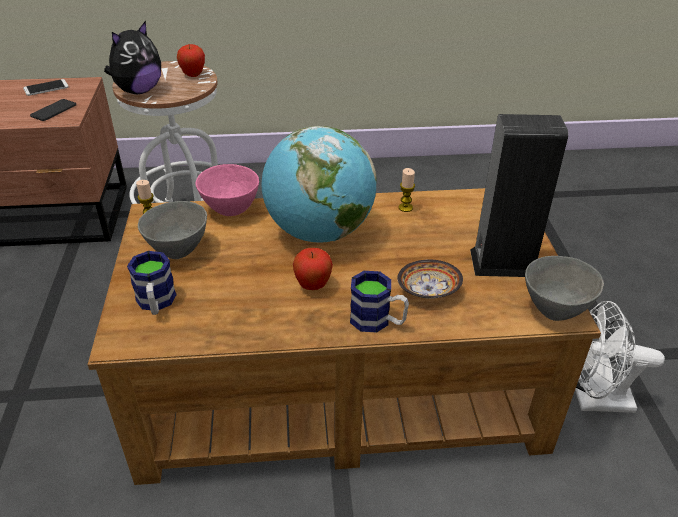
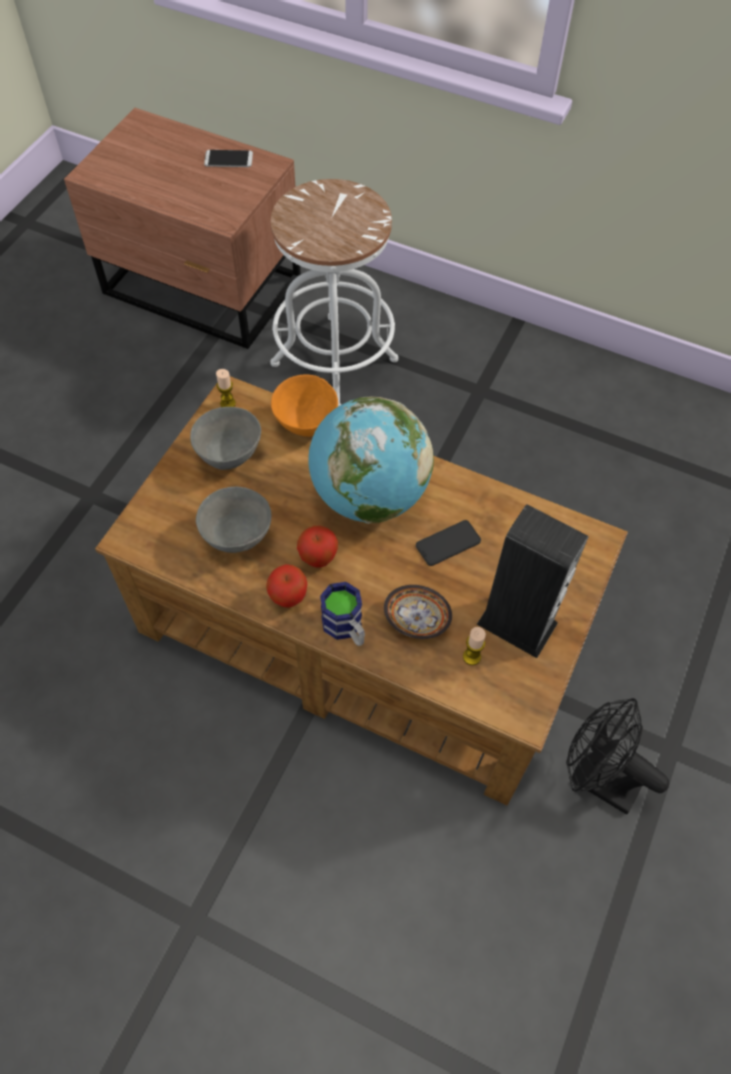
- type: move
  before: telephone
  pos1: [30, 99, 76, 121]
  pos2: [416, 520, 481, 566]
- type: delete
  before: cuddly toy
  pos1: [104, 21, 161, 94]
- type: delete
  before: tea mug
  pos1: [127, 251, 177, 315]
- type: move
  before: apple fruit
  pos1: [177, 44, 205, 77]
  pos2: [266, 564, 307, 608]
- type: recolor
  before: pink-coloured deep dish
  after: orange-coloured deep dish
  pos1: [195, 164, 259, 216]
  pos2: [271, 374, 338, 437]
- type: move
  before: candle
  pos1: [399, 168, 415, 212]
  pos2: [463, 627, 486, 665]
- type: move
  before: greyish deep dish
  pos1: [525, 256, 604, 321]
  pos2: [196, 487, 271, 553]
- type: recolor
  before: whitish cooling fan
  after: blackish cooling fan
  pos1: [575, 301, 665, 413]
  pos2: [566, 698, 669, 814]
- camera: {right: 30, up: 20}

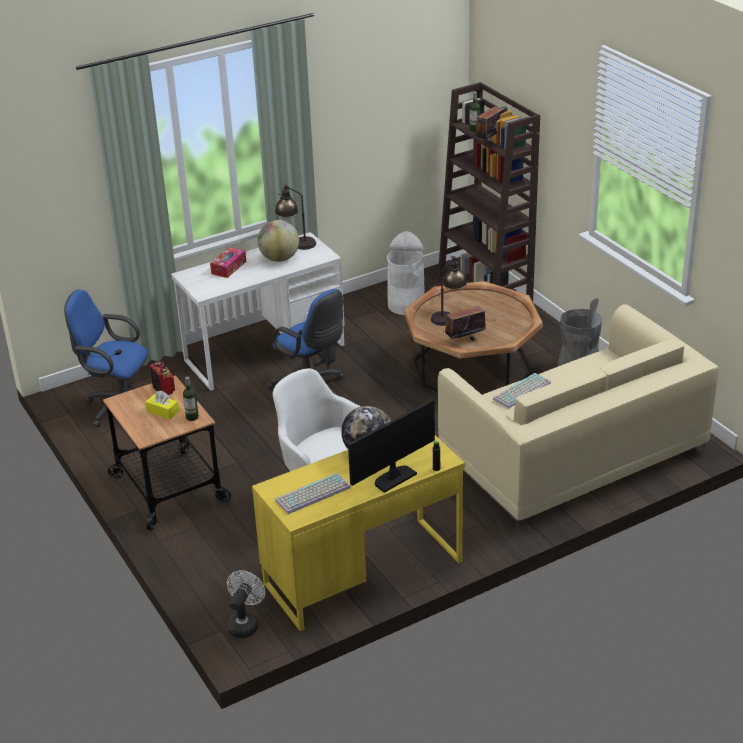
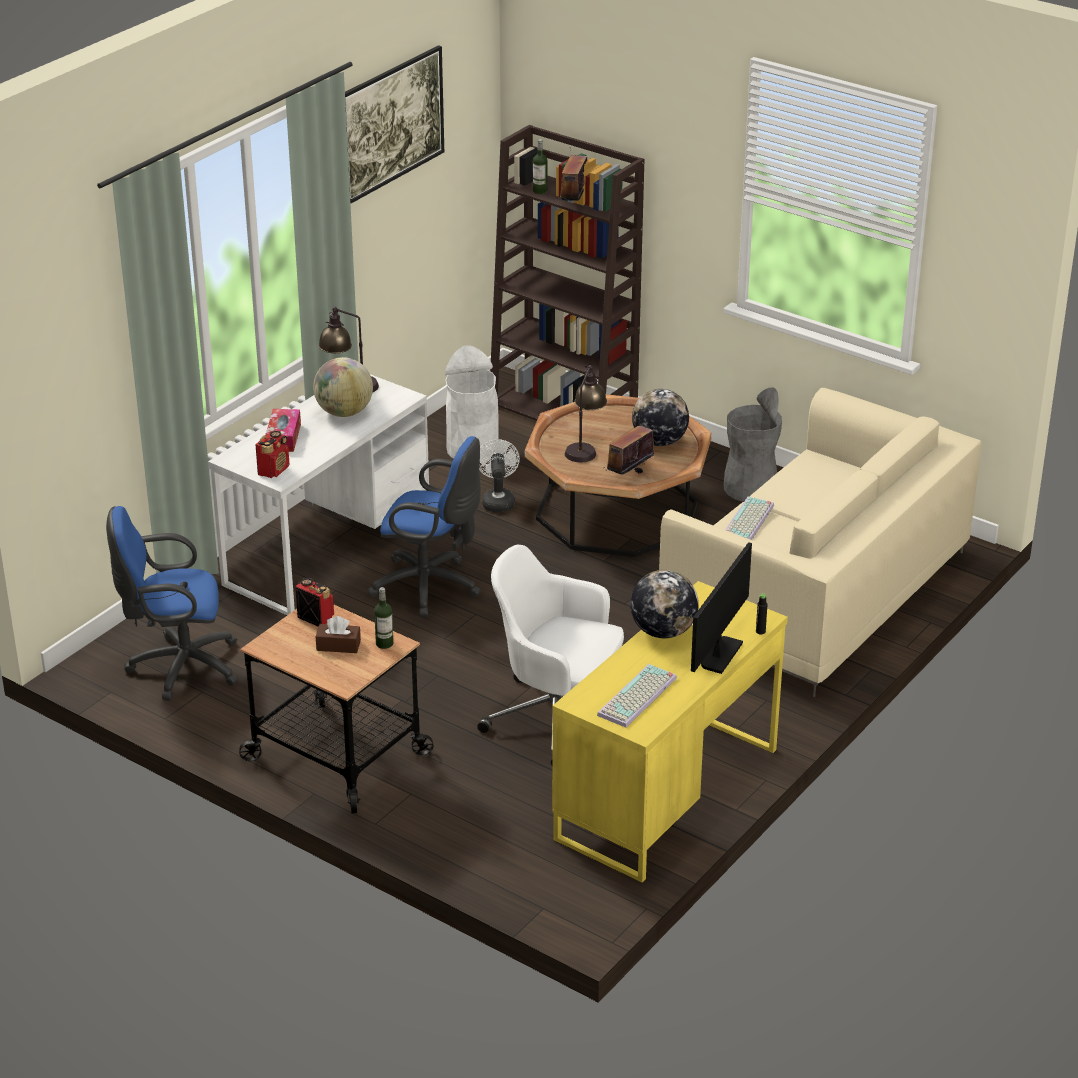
- type: recolor
  before: yellow tissue holder
  after: brownish tissue holder
  pos1: [146, 391, 179, 419]
  pos2: [316, 616, 361, 653]
- type: move
  before: whitish cooling fan
  pos1: [227, 571, 265, 638]
  pos2: [479, 439, 520, 512]
- type: insert
  after: radio
  pos2: [255, 431, 289, 478]
- type: insert
  after: picture
  pos2: [345, 45, 444, 204]
- type: insert
  after: globe
  pos2: [632, 389, 689, 446]
- camera: {right: -25, up: 0}

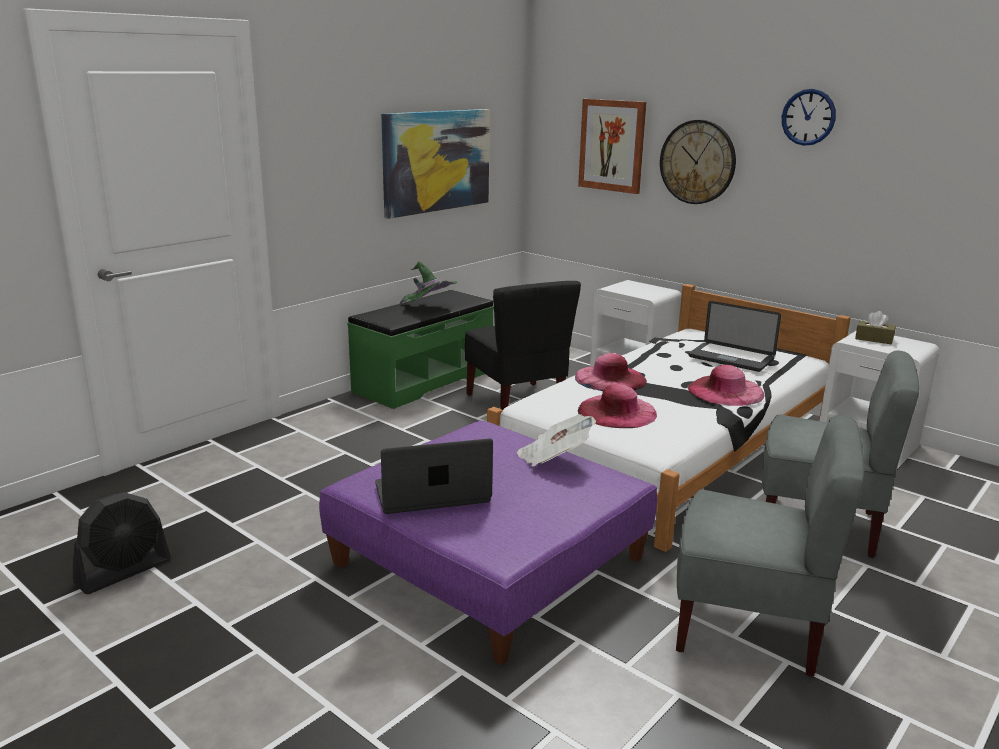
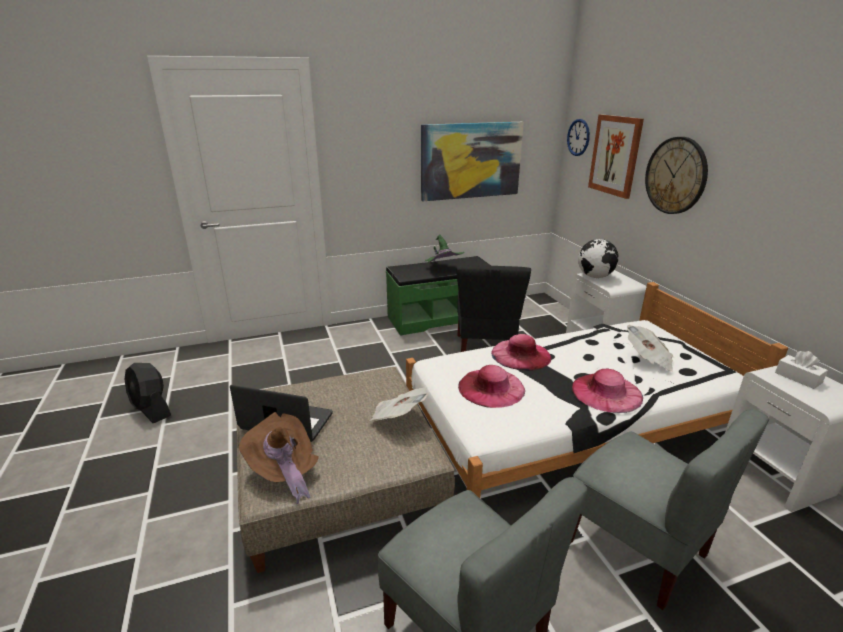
- type: rotate
  before: blackish cooling fan
  pos1: [73, 492, 171, 594]
  pos2: [125, 363, 171, 424]
  turn: 60
- type: recolor
  before: purplish footrest
  after: beige footrest
  pos1: [319, 421, 658, 665]
  pos2: [237, 367, 455, 573]
- type: replace
  before: laptop
  after: newspaper
  pos1: [688, 301, 781, 372]
  pos2: [627, 325, 673, 371]
- type: move
  before: wall clock
  pos1: [782, 89, 836, 146]
  pos2: [567, 119, 590, 156]
- type: recolor
  before: brownish tissue holder
  after: whitish tissue holder
  pos1: [855, 311, 896, 344]
  pos2: [775, 351, 828, 389]
- type: insert
  after: brownish hat
  pos2: [239, 412, 319, 504]
- type: insert
  after: globe
  pos2: [578, 239, 619, 278]
- camera: {right: 30, up: 5}

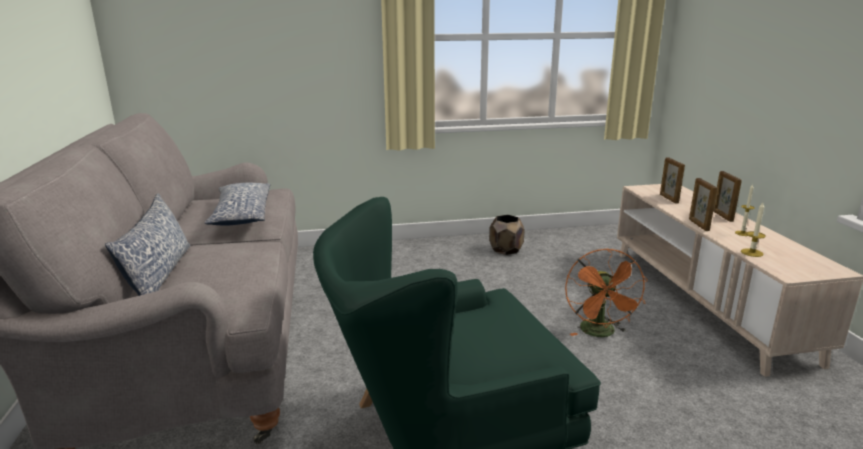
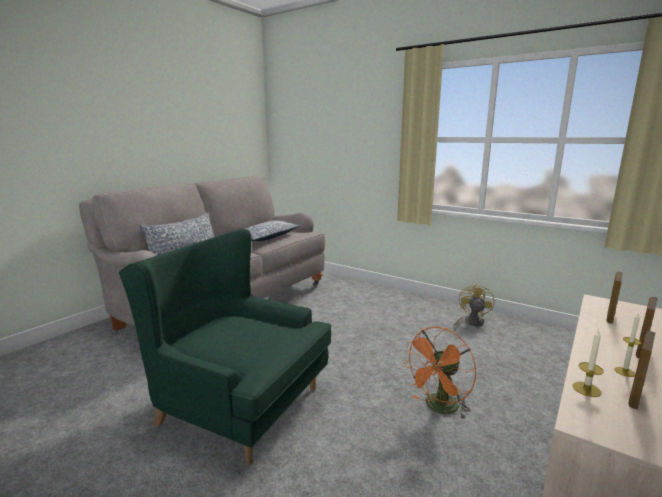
- type: replace
  before: brownish plant pot
  after: yellow cooling fan
  pos1: [489, 215, 525, 255]
  pos2: [453, 283, 494, 332]
- type: move
  before: photo frame
  pos1: [689, 178, 717, 231]
  pos2: [628, 331, 655, 410]
- camera: {right: 45, up: -5}

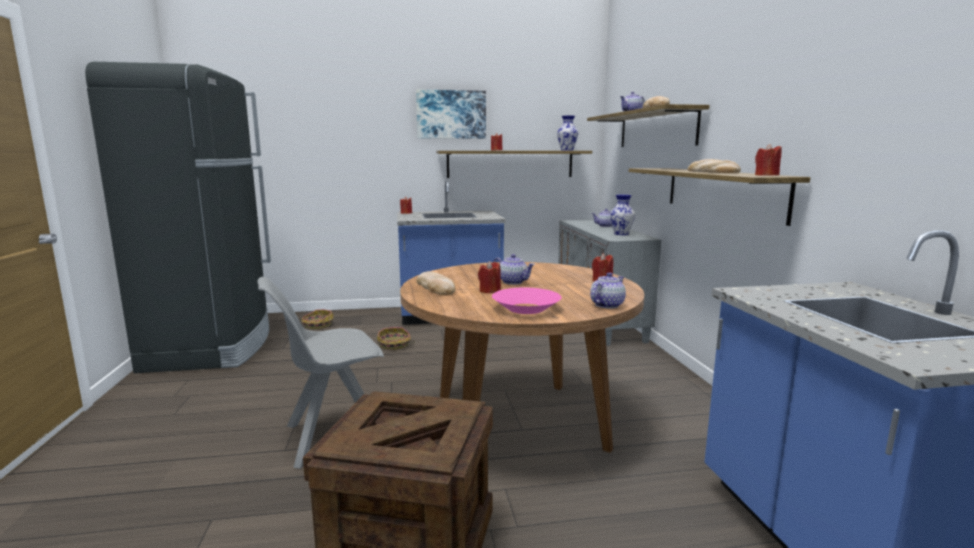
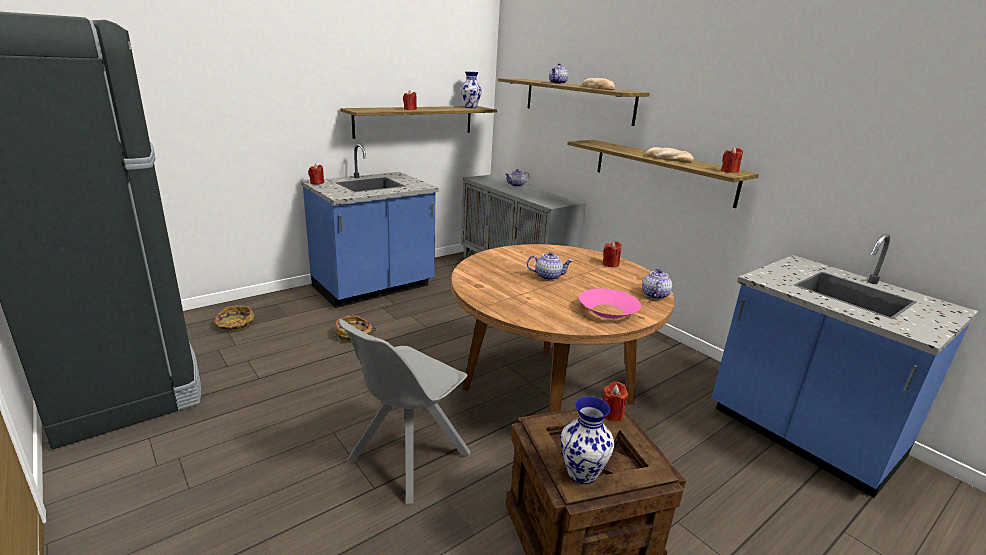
- type: delete
  before: picture
  pos1: [416, 90, 486, 139]
- type: delete
  before: bakery bread
  pos1: [416, 271, 455, 295]
- type: move
  before: red-coloured candle
  pos1: [478, 261, 501, 294]
  pos2: [603, 382, 628, 421]
- type: move
  before: flower vase
  pos1: [610, 195, 635, 235]
  pos2: [561, 396, 614, 484]
- camera: {right: -30, up: 10}

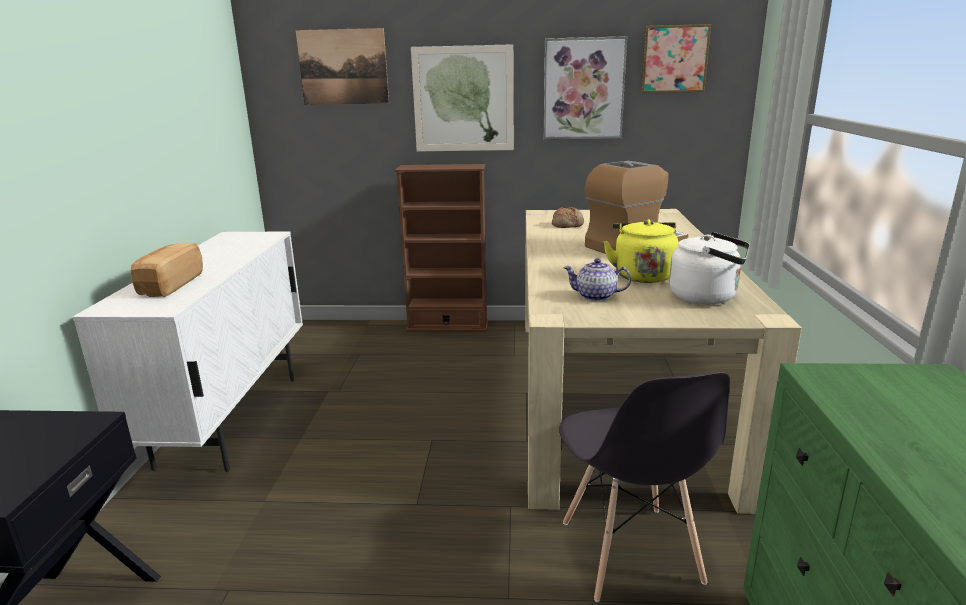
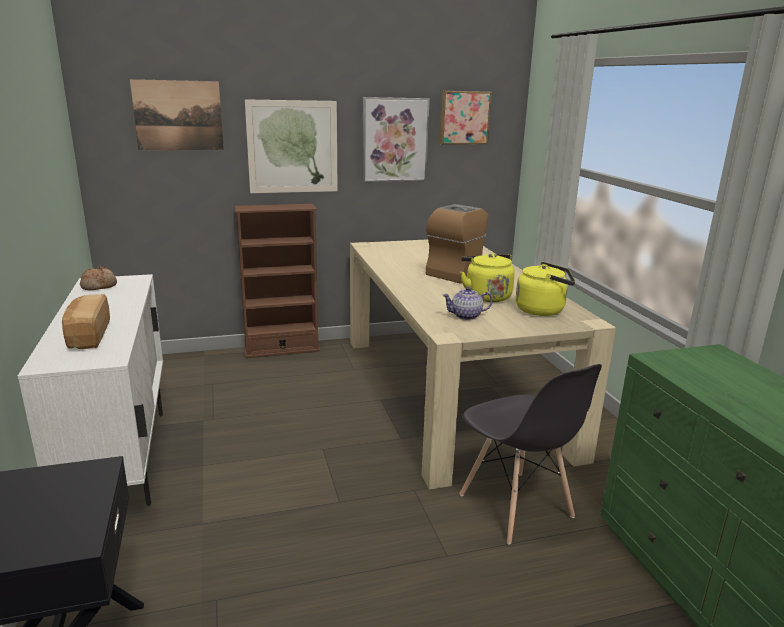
- type: move
  before: bakery bread
  pos1: [552, 207, 584, 228]
  pos2: [80, 267, 117, 290]
- type: recolor
  before: whitish kettle
  after: yellow kettle
  pos1: [669, 232, 750, 304]
  pos2: [516, 262, 575, 316]
- camera: {right: -20, up: 0}

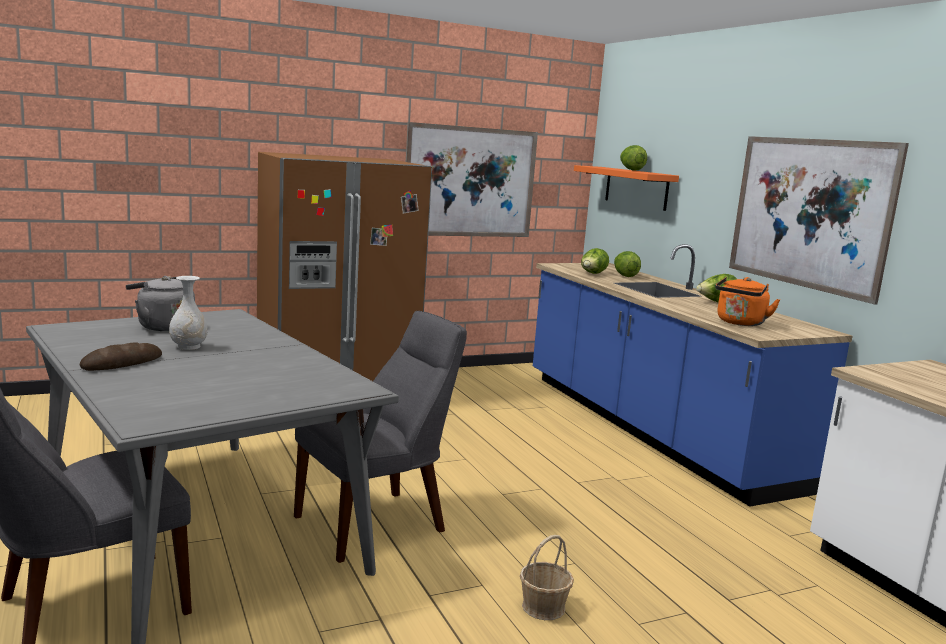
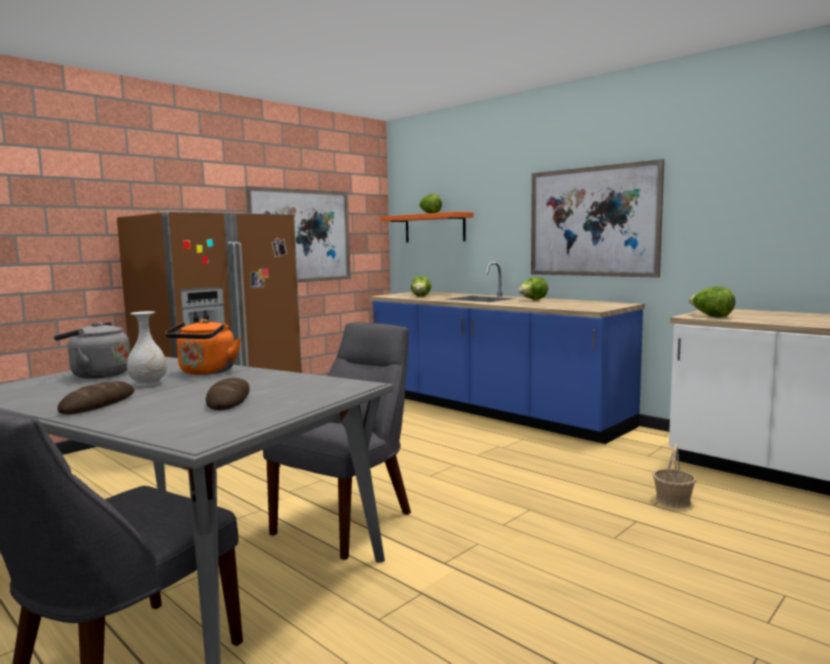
- type: move
  before: household basket
  pos1: [520, 535, 574, 620]
  pos2: [653, 444, 696, 508]
- type: move
  before: head of lettuce
  pos1: [614, 251, 641, 277]
  pos2: [689, 286, 735, 317]
- type: move
  before: orange-coloured kettle
  pos1: [715, 277, 780, 326]
  pos2: [165, 319, 241, 375]
- type: insert
  after: bakery bread
  pos2: [206, 378, 250, 410]
- camera: {right: -20, up: -5}

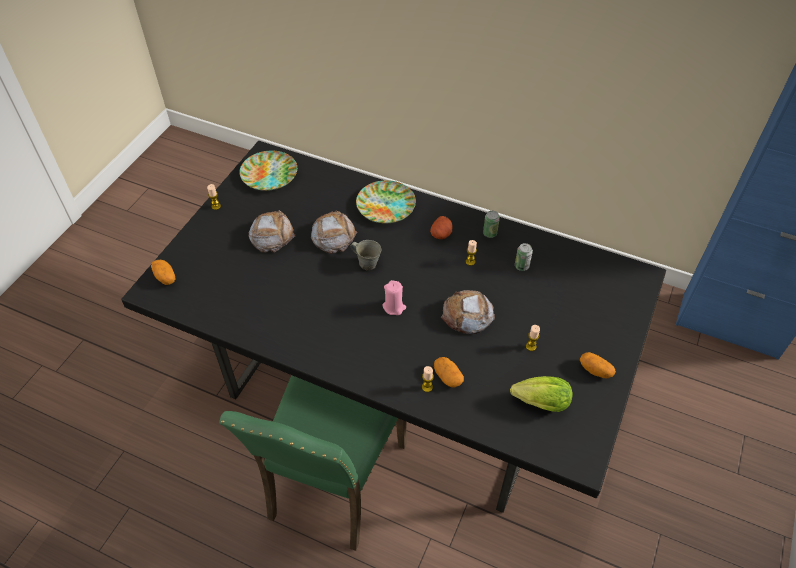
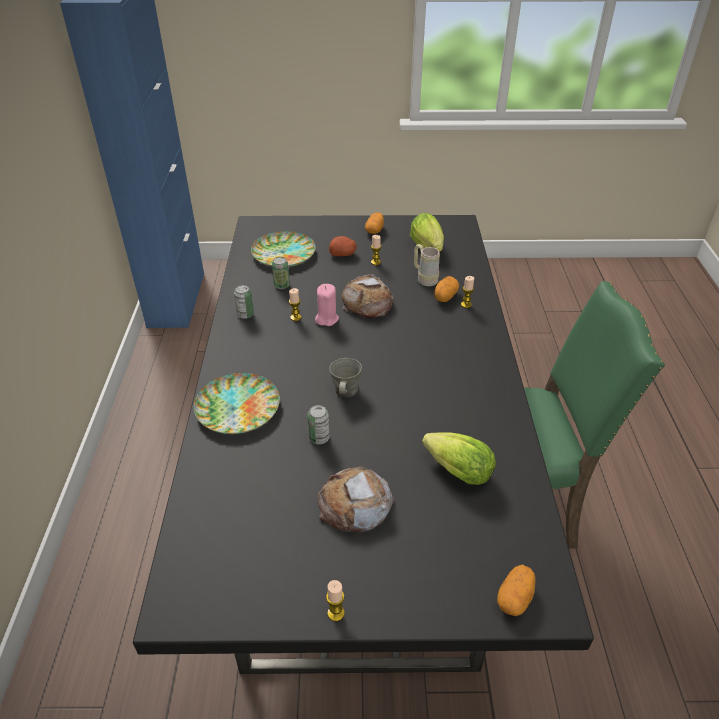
- type: move
  before: dinner plate
  pos1: [240, 151, 297, 191]
  pos2: [251, 231, 316, 267]
- type: replace
  before: bakery bread
  after: sealed can
  pos1: [311, 210, 357, 254]
  pos2: [307, 405, 330, 444]
- type: move
  before: pink-coloured candle
  pos1: [382, 280, 406, 315]
  pos2: [315, 284, 339, 326]
- type: move
  before: spud
  pos1: [430, 216, 453, 239]
  pos2: [329, 236, 357, 256]
- type: insert
  after: beige tea mug
  pos2: [414, 244, 440, 286]
- type: insert
  after: head of lettuce
  pos2: [422, 432, 496, 485]
- camera: {right: -115, up: -10}

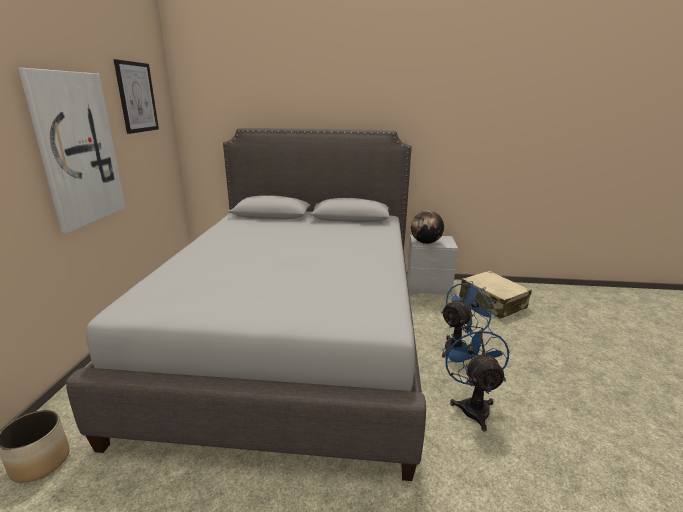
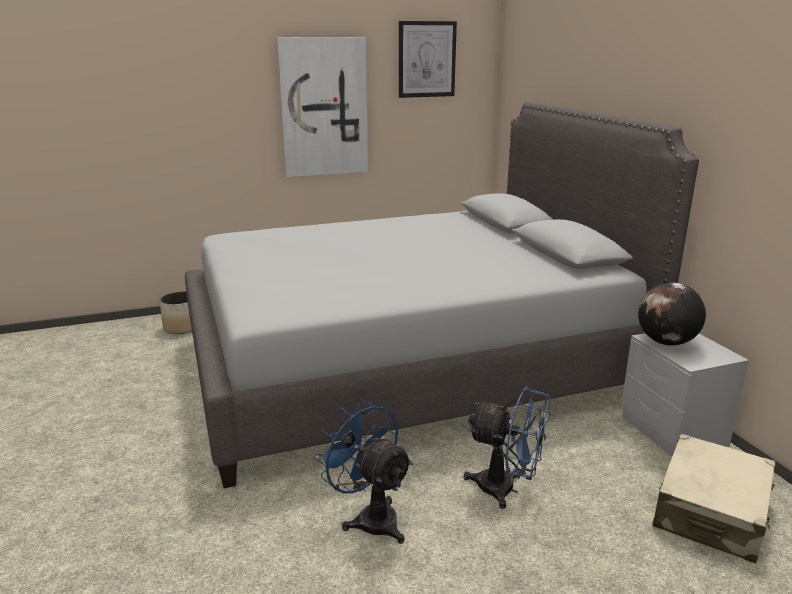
- type: rotate
  before: blue-coloured cooling fan
  pos1: [443, 325, 509, 432]
  pos2: [314, 400, 413, 544]
  turn: -105
- camera: {right: 65, up: 0}

